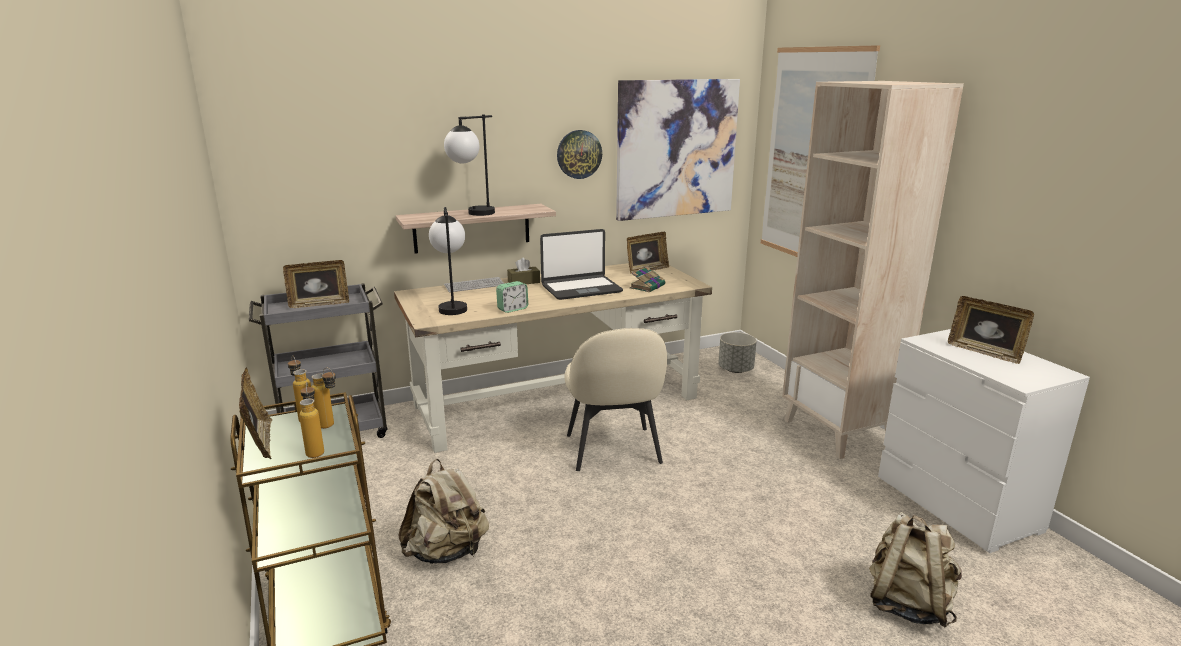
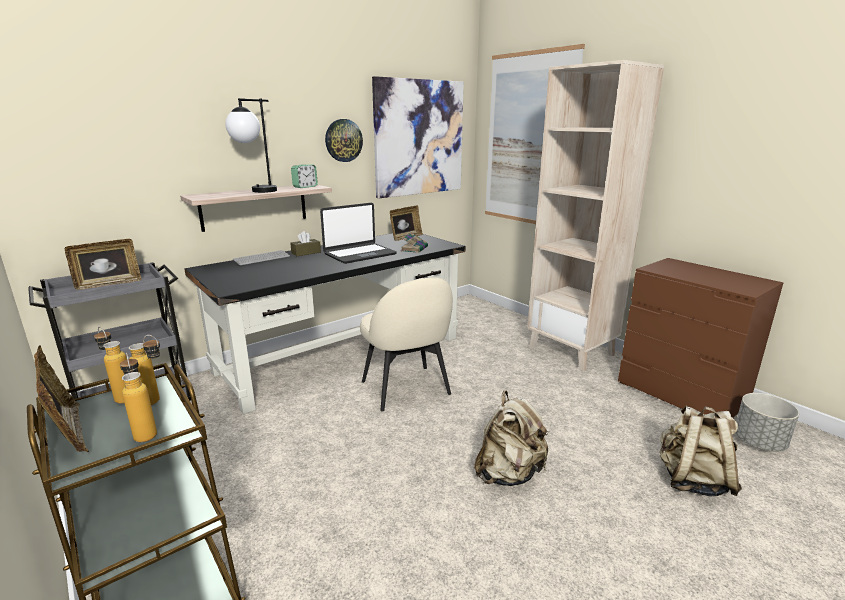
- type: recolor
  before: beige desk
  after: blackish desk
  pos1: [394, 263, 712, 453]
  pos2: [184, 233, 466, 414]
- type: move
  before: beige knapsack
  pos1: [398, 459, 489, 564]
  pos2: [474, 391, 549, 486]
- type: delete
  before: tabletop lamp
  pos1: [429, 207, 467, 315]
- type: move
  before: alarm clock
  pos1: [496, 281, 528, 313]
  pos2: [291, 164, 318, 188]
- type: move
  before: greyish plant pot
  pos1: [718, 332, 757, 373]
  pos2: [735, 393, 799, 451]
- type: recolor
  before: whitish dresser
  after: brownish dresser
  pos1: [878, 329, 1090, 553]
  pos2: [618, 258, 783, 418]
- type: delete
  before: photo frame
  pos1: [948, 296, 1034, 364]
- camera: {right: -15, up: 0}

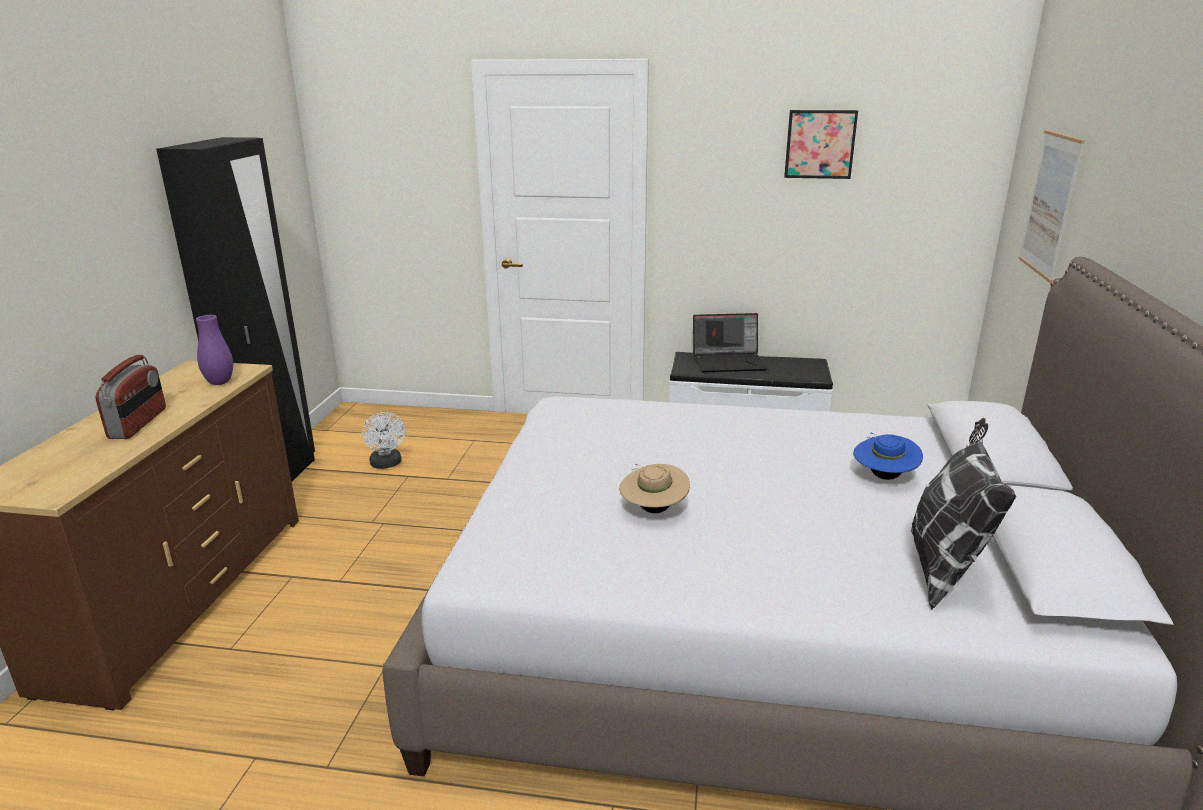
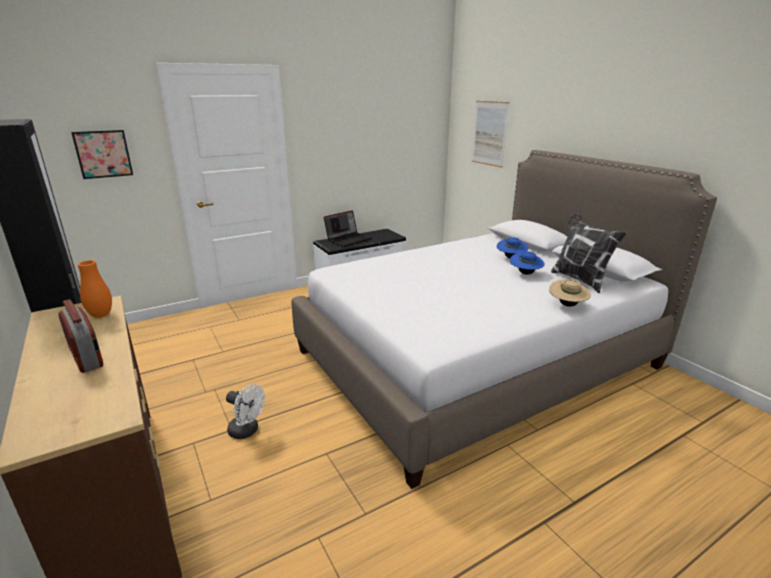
- type: recolor
  before: purplish flower vase
  after: orange-coloured flower vase
  pos1: [196, 315, 233, 385]
  pos2: [77, 260, 112, 318]
- type: move
  before: whitish cooling fan
  pos1: [362, 412, 405, 469]
  pos2: [226, 384, 265, 439]
- type: move
  before: beige hat
  pos1: [619, 464, 690, 513]
  pos2: [549, 279, 591, 307]
- type: move
  before: picture
  pos1: [784, 110, 858, 179]
  pos2: [71, 130, 133, 179]
- type: insert
  after: blue-coloured hat
  pos2: [510, 251, 545, 275]
- camera: {right: -40, up: 0}

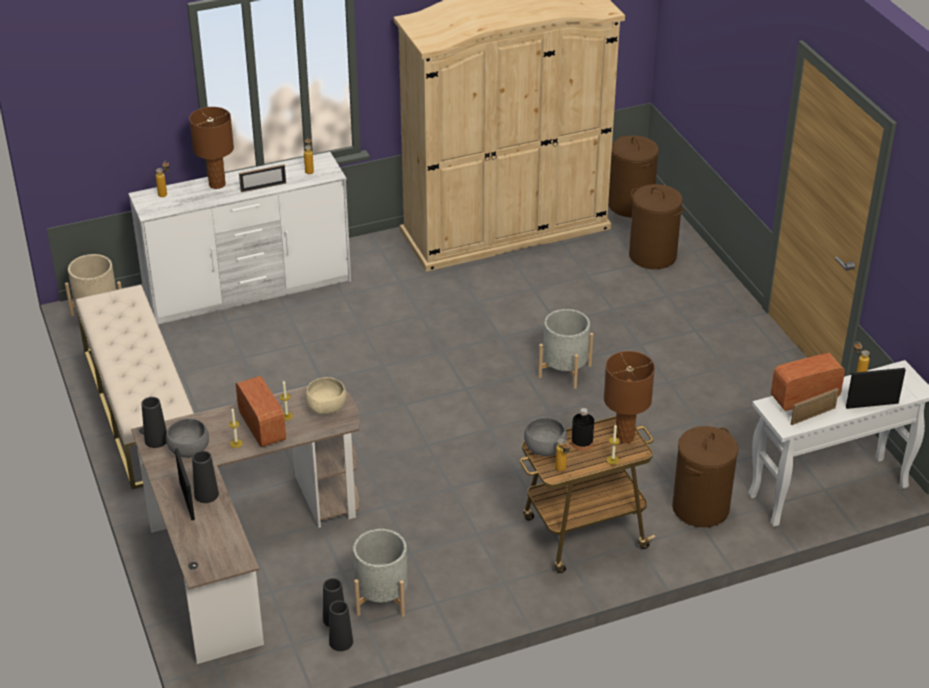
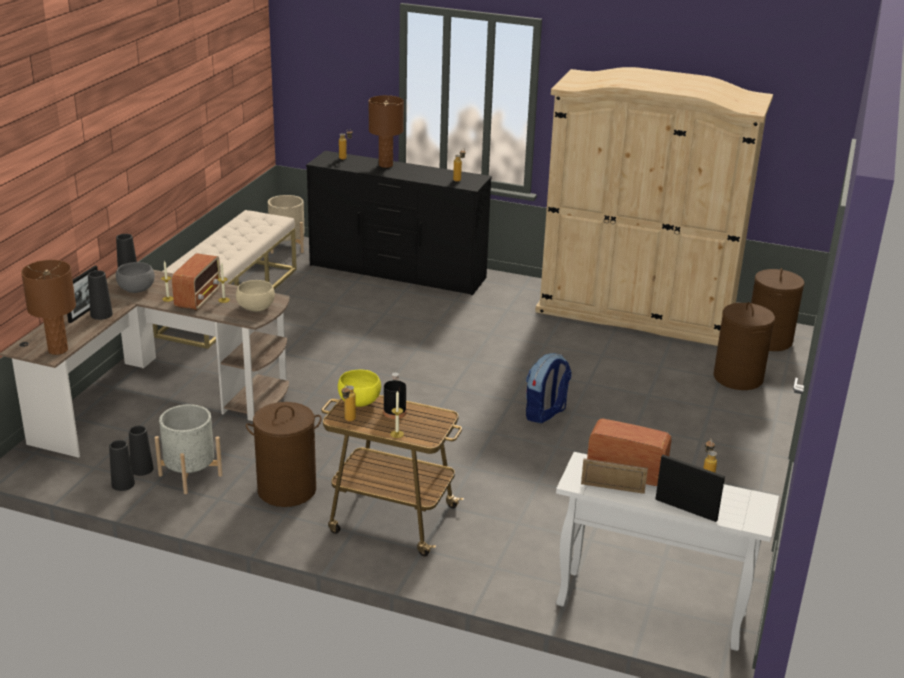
- type: recolor
  before: whitish dresser
  after: blackish dresser
  pos1: [128, 152, 351, 324]
  pos2: [306, 151, 492, 295]
- type: delete
  before: photo frame
  pos1: [239, 164, 286, 192]
- type: recolor
  before: greyish deep dish
  after: yellow deep dish
  pos1: [524, 417, 567, 456]
  pos2: [338, 369, 381, 407]
- type: replace
  before: greyish plant pot
  after: knapsack
  pos1: [538, 309, 593, 389]
  pos2: [526, 353, 572, 423]
- type: move
  before: brownish tabletop lamp
  pos1: [604, 351, 655, 443]
  pos2: [21, 260, 76, 355]
- type: move
  before: brownish laundry basket
  pos1: [672, 426, 738, 527]
  pos2: [246, 402, 322, 507]
- camera: {right: 40, up: -10}

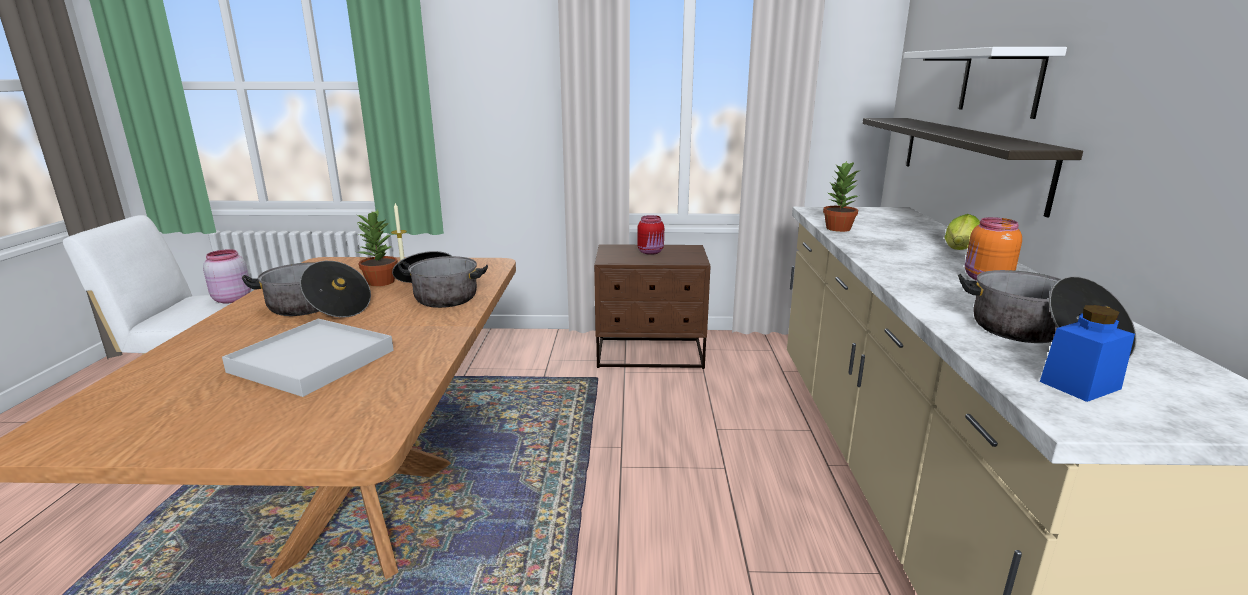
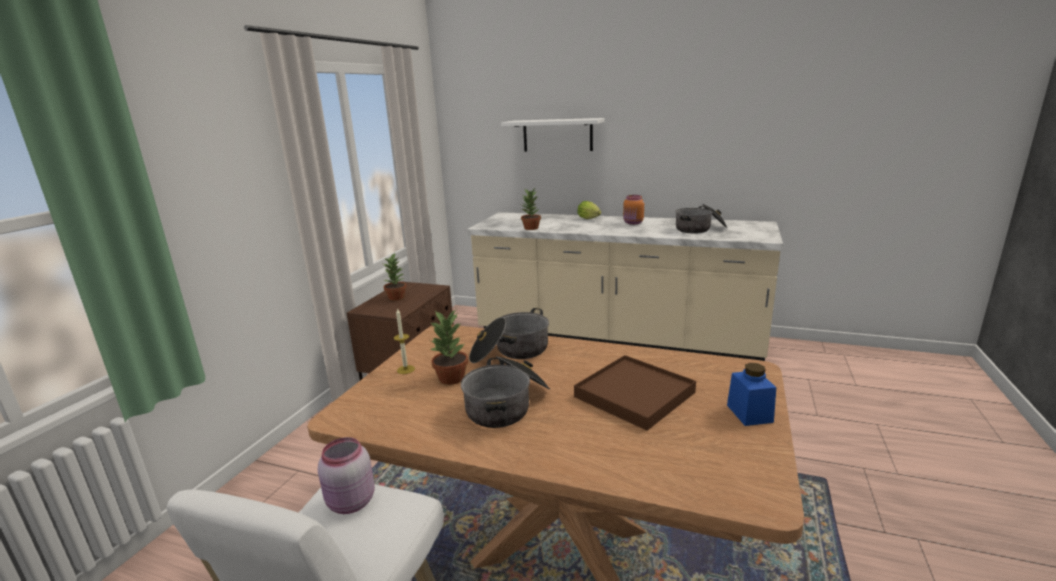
- type: recolor
  before: whitish carrying tray
  after: brownish carrying tray
  pos1: [222, 319, 394, 397]
  pos2: [574, 355, 696, 430]
- type: replace
  before: red-coloured storage jar
  after: plant in a pot
  pos1: [637, 215, 664, 255]
  pos2: [383, 253, 406, 301]
- type: delete
  before: shelf
  pos1: [862, 118, 1083, 217]
- type: move
  before: blue-coloured storage jar
  pos1: [1040, 305, 1135, 402]
  pos2: [727, 363, 776, 426]
- camera: {right: -70, up: 0}

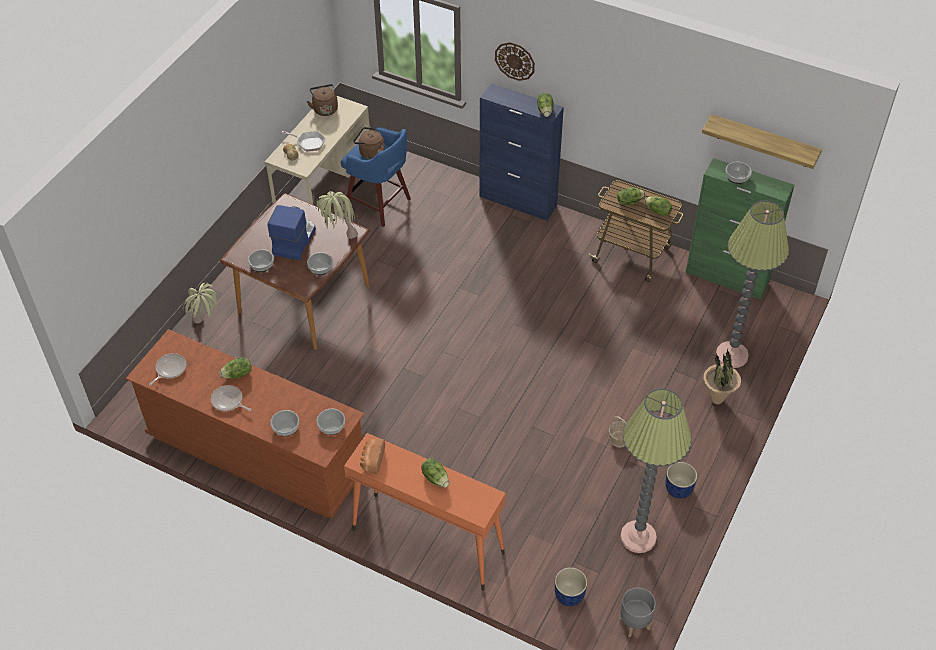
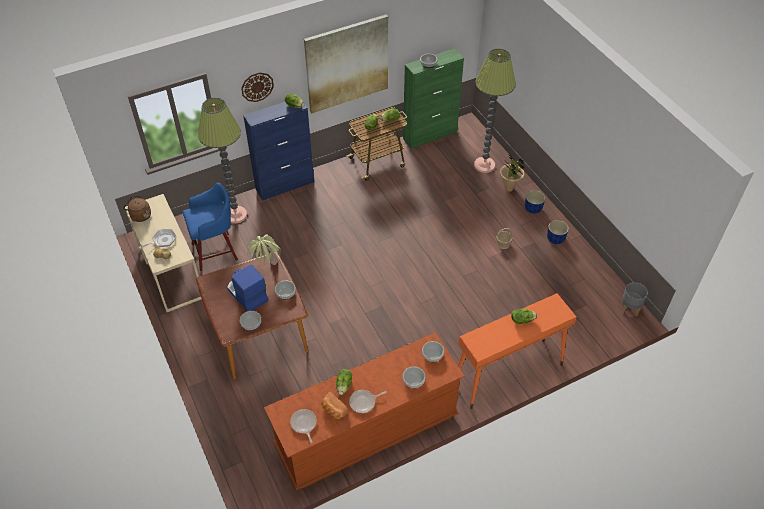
- type: delete
  before: plant in a pot
  pos1: [183, 283, 220, 323]
- type: delete
  before: brownish kettle
  pos1: [354, 127, 385, 160]
- type: move
  before: bakery bread
  pos1: [360, 439, 385, 474]
  pos2: [321, 392, 348, 419]
- type: move
  before: blue-coloured plant pot
  pos1: [555, 567, 587, 606]
  pos2: [525, 190, 545, 214]
- type: move
  before: standard lamp
  pos1: [620, 388, 692, 553]
  pos2: [198, 98, 247, 224]
- type: delete
  before: shelf
  pos1: [702, 114, 822, 169]
- type: insert
  after: picture
  pos2: [304, 14, 388, 113]
- camera: {right: -55, up: 0}

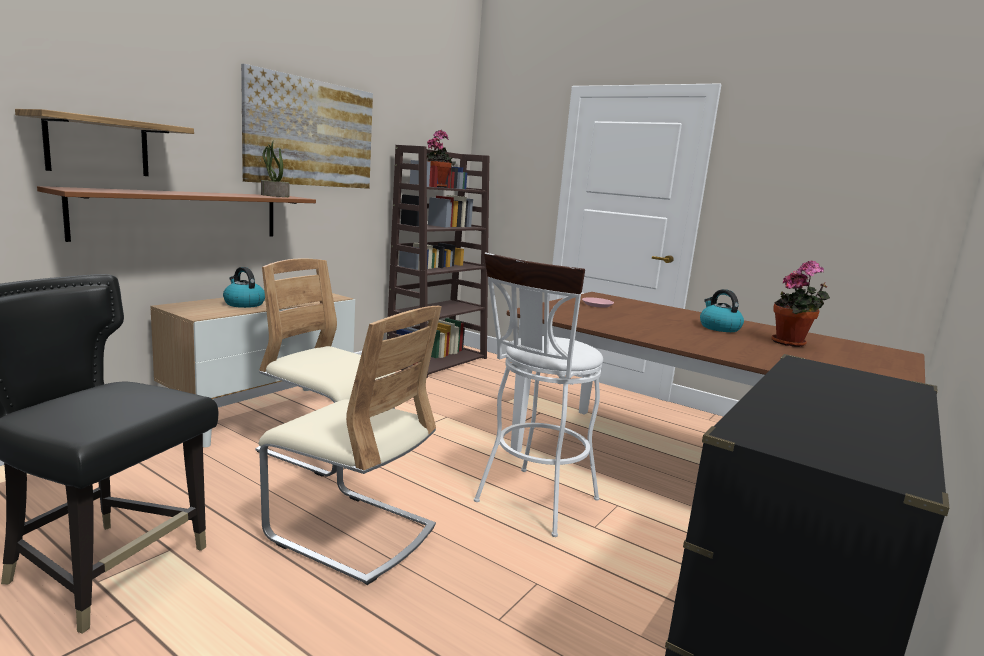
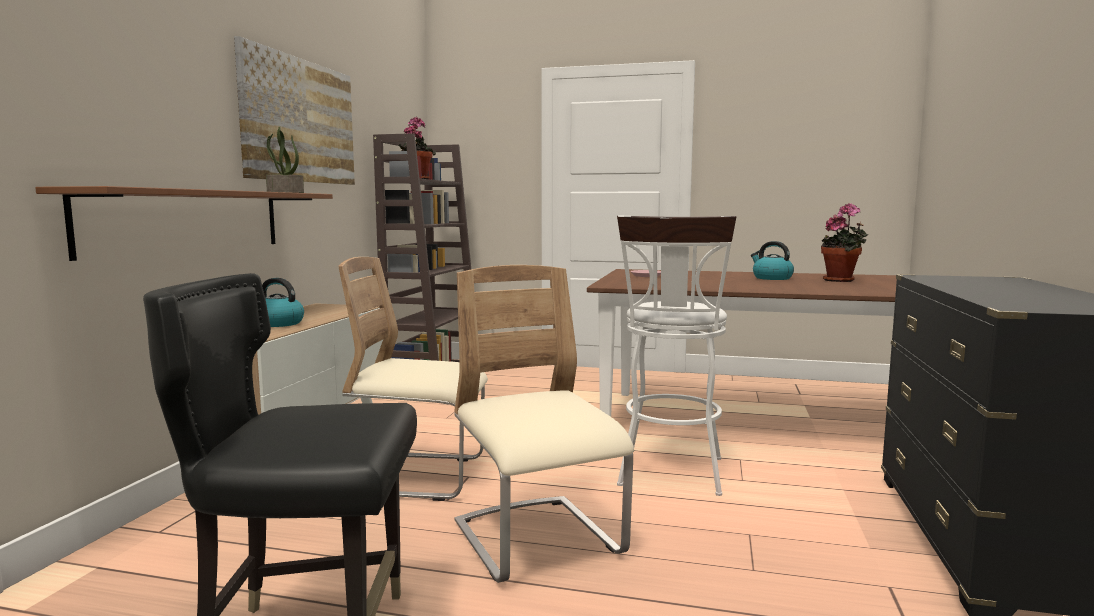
- type: delete
  before: shelf
  pos1: [15, 109, 194, 176]
- type: rotate
  before: beige plain chair
  pos1: [259, 306, 442, 585]
  pos2: [454, 265, 634, 583]
  turn: -120
- camera: {right: -20, up: -5}

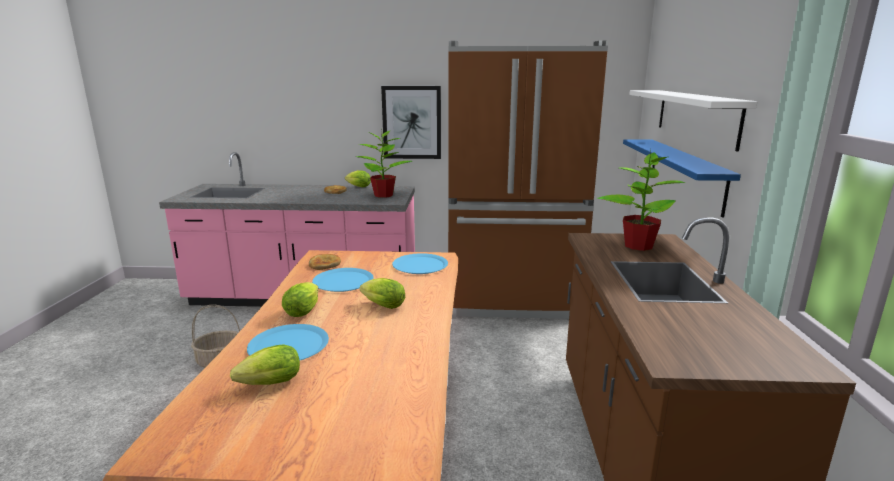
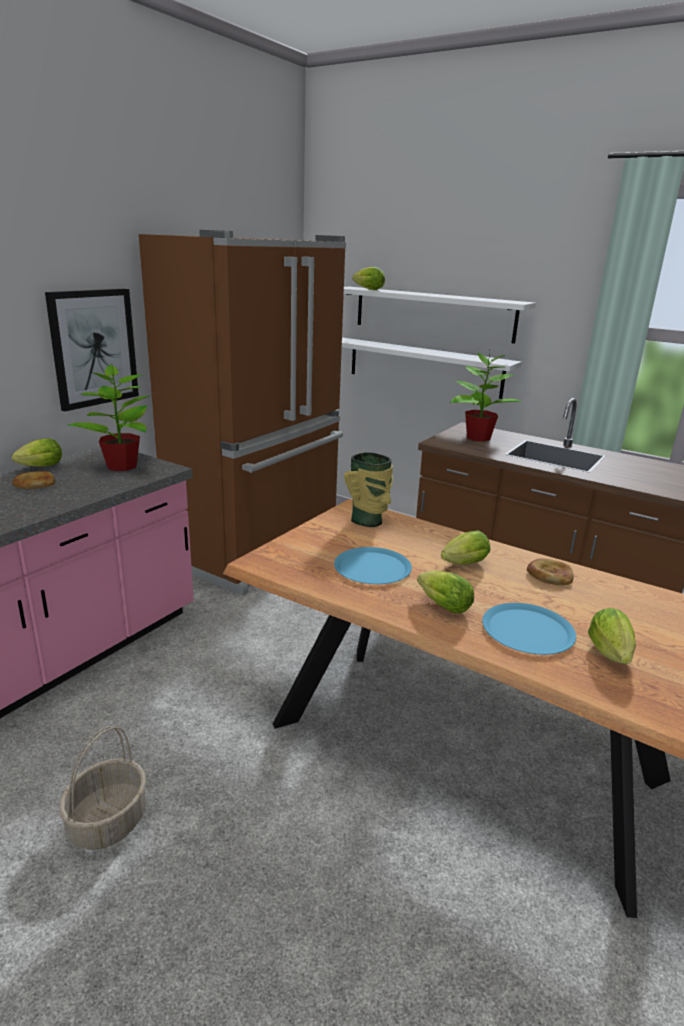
- type: move
  before: bakery bread
  pos1: [309, 254, 341, 270]
  pos2: [527, 559, 574, 585]
- type: replace
  before: blue-coloured dinner plate
  after: flower vase
  pos1: [392, 253, 448, 274]
  pos2: [344, 452, 393, 527]
- type: recolor
  before: blue-coloured shelf
  after: whitish shelf
  pos1: [623, 139, 741, 218]
  pos2: [342, 338, 522, 399]
- type: insert
  after: head of lettuce
  pos2: [352, 267, 385, 290]
- camera: {right: -60, up: 5}

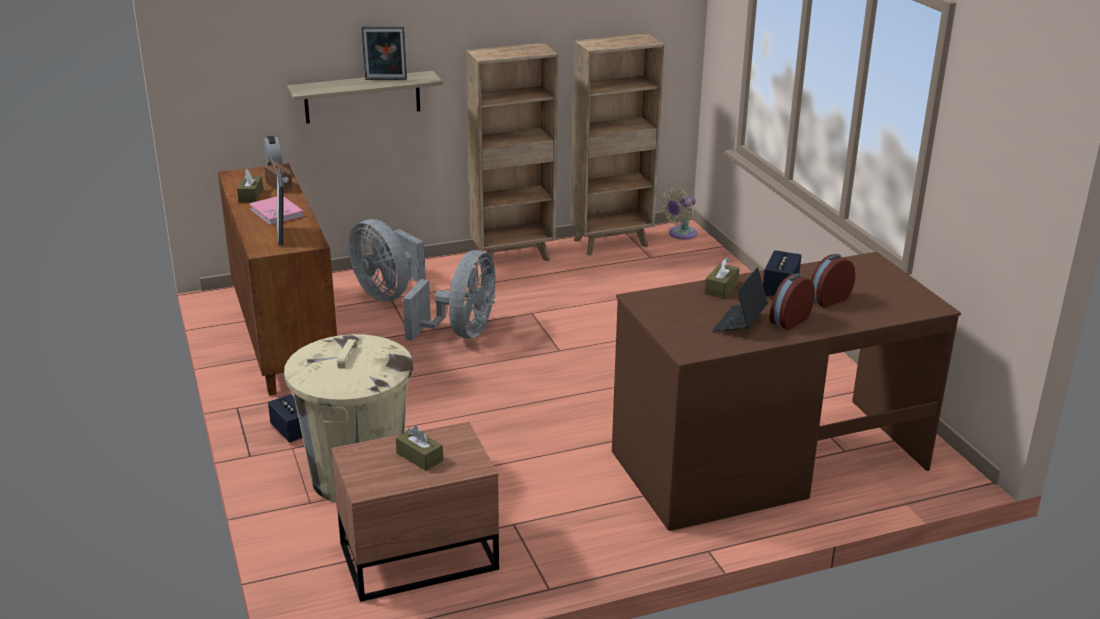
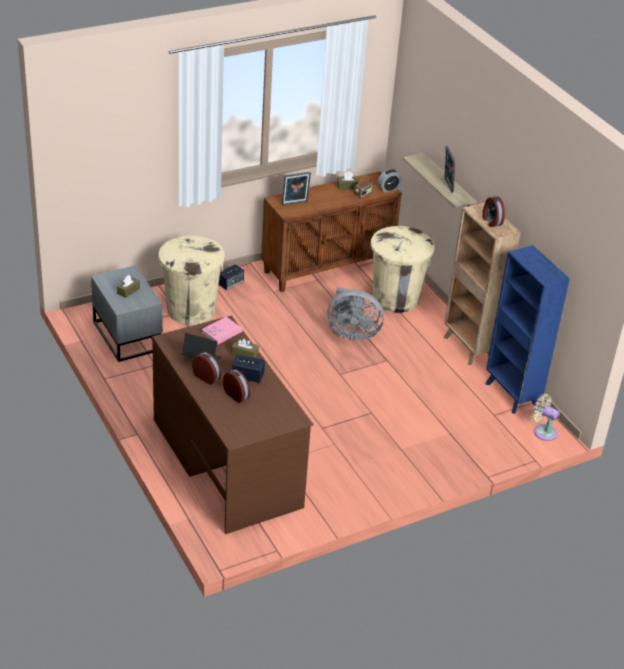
- type: move
  before: pink-coloured book
  pos1: [249, 197, 304, 225]
  pos2: [202, 317, 242, 345]
- type: recolor
  before: brownish night table
  after: greyish night table
  pos1: [331, 422, 499, 602]
  pos2: [91, 265, 163, 362]
- type: replace
  before: greyish cooling fan
  after: beige rubbish bin
  pos1: [348, 219, 426, 302]
  pos2: [371, 226, 435, 313]
- type: recolor
  before: brownish shelving unit
  after: blue-coloured shelving unit
  pos1: [571, 34, 664, 256]
  pos2: [485, 245, 570, 414]
- type: insert
  after: alarm clock
  pos2: [482, 196, 505, 227]
- camera: {right: 80, up: 10}

